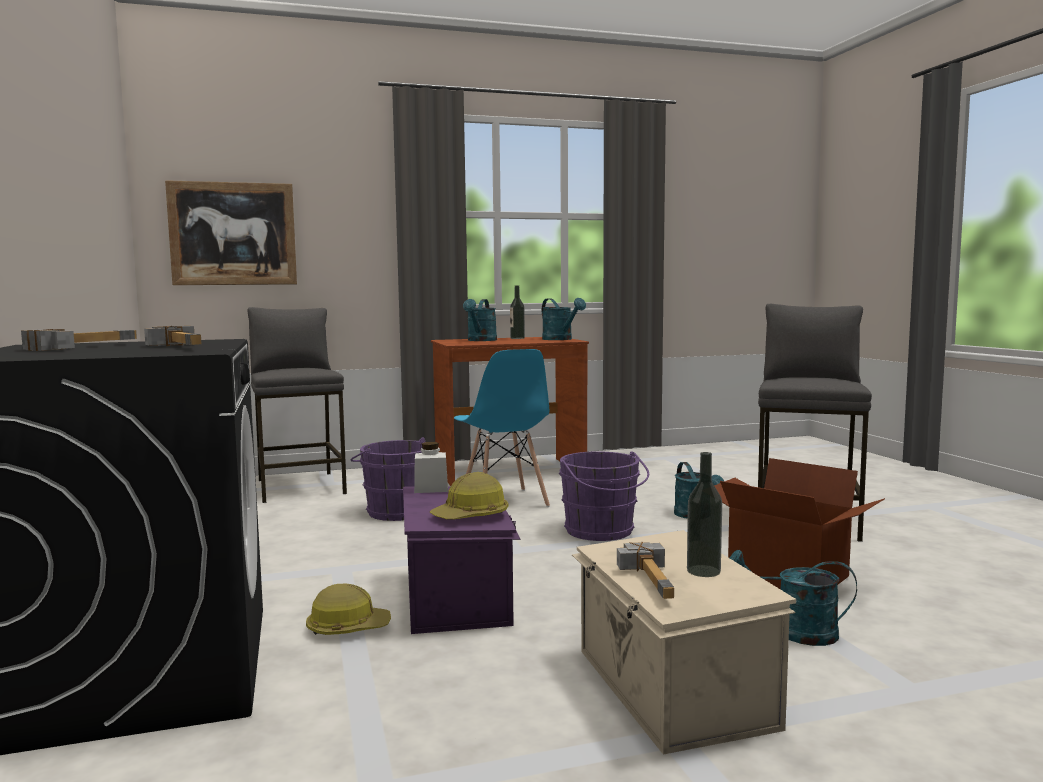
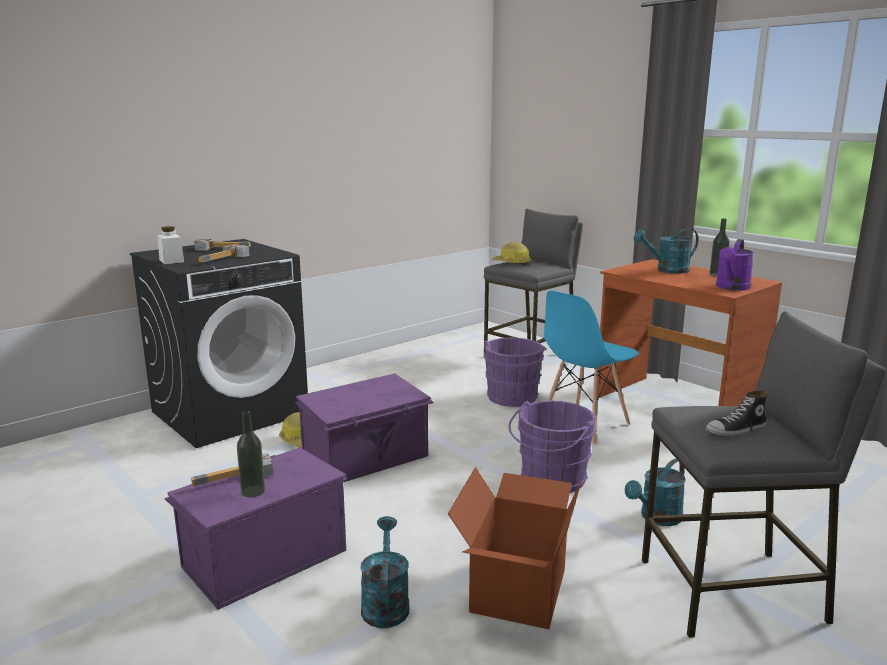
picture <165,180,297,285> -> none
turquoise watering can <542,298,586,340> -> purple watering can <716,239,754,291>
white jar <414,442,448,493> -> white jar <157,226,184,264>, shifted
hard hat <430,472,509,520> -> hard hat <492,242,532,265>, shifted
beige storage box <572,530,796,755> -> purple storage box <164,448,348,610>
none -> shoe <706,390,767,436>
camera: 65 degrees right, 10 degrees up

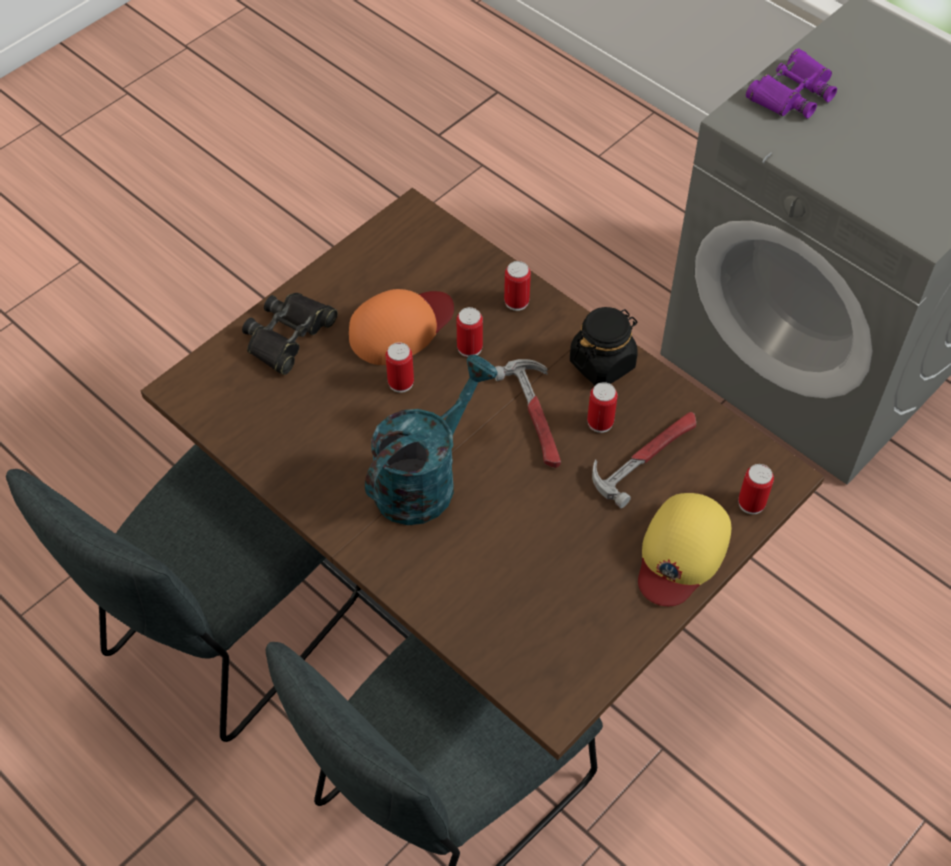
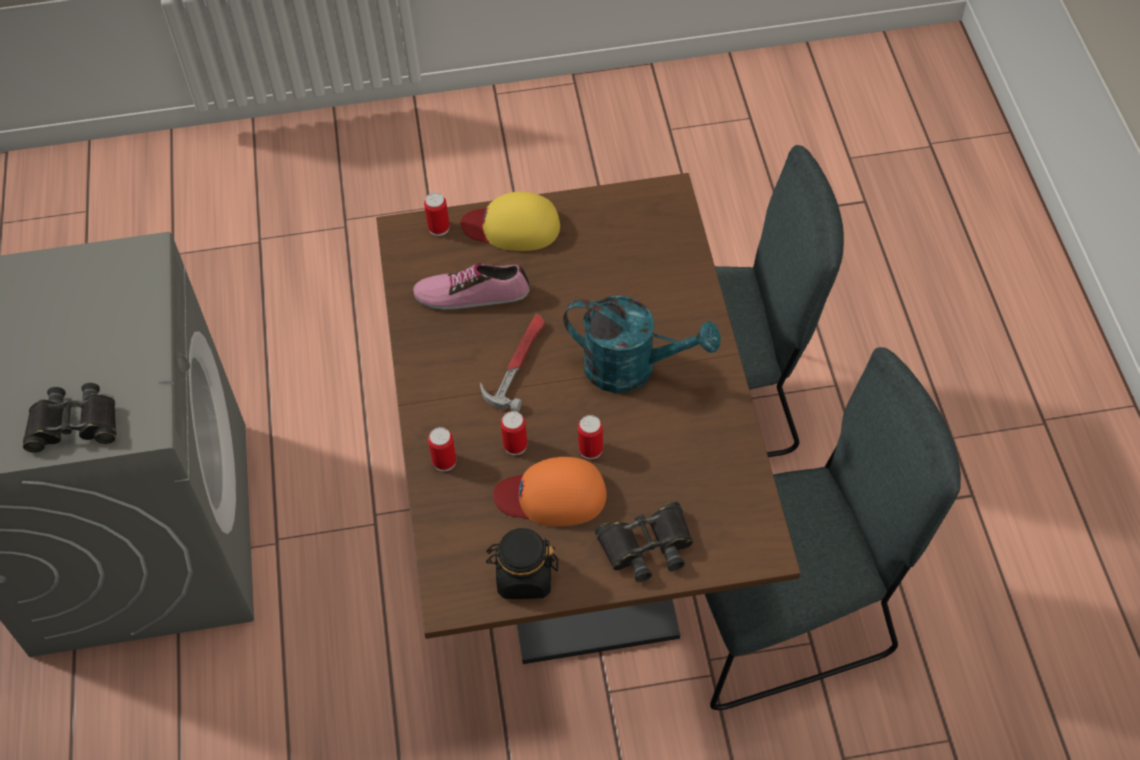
purple binoculars <746,48,837,119> -> black binoculars <23,383,116,453>
black jar <570,307,638,385> -> black jar <486,528,558,599>, shifted
turquoise watering can <365,355,498,525> -> turquoise watering can <563,296,720,393>, 150 degrees counterclockwise
can <587,382,618,433> -> none
hammer <592,412,696,508> -> shoe <413,263,529,310>
yellow cap <638,493,731,606> -> yellow cap <460,192,560,251>, 150 degrees counterclockwise
camera: 140 degrees left, 0 degrees up

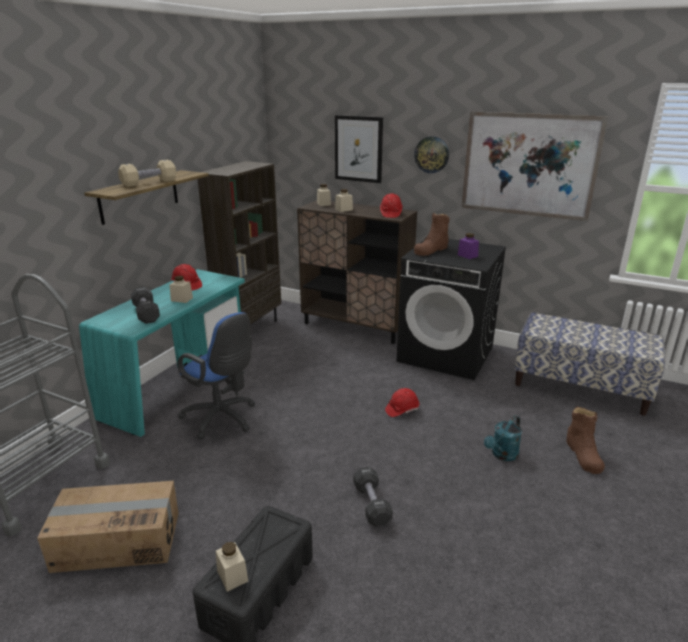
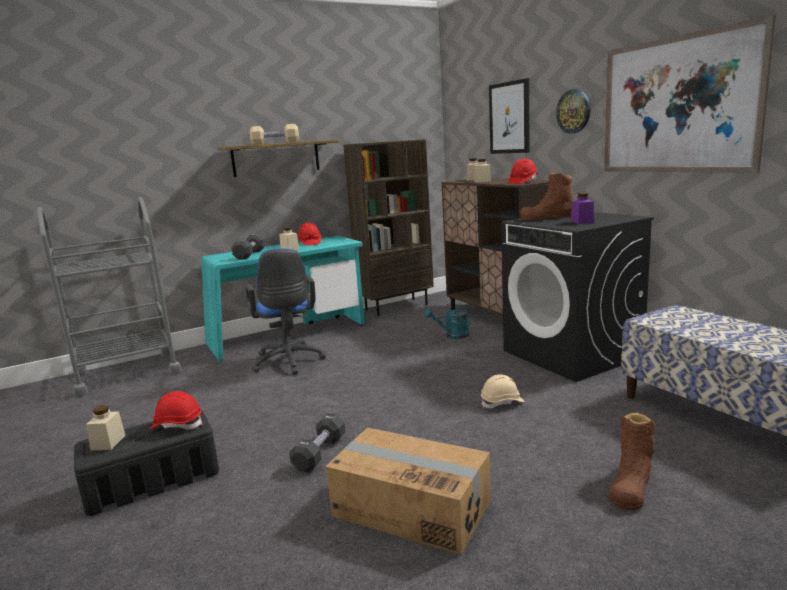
red hard hat <385,388,419,417> -> red hard hat <150,391,203,429>, shifted
turquoise watering can <484,415,522,461> -> turquoise watering can <425,304,474,339>, shifted
cardboard box <37,481,179,573> -> cardboard box <326,428,490,555>, shifted
none -> beige hard hat <481,375,524,408>
camera: 35 degrees right, 10 degrees down

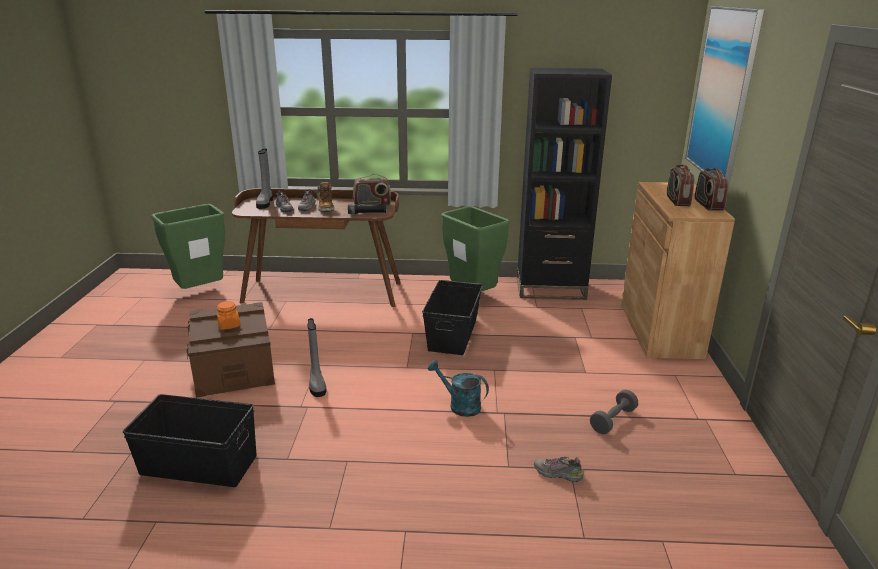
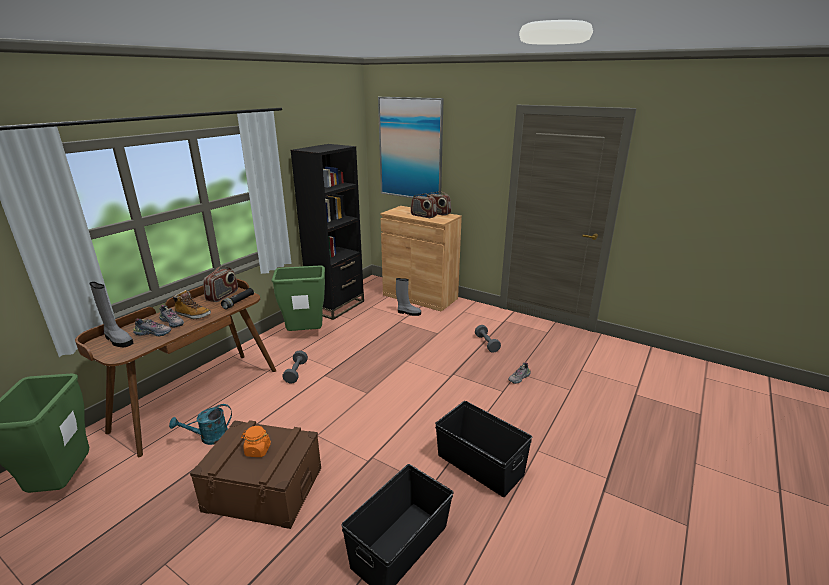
black storage box <422,280,483,355> -> black storage box <435,401,532,497>, shifted
grey boot <307,318,326,397> -> grey boot <396,278,421,316>, shifted
turquoise watering can <428,360,489,417> -> turquoise watering can <169,404,232,445>, shifted
none -> grey dumbbell <282,350,308,384>
camera: 60 degrees left, 0 degrees up

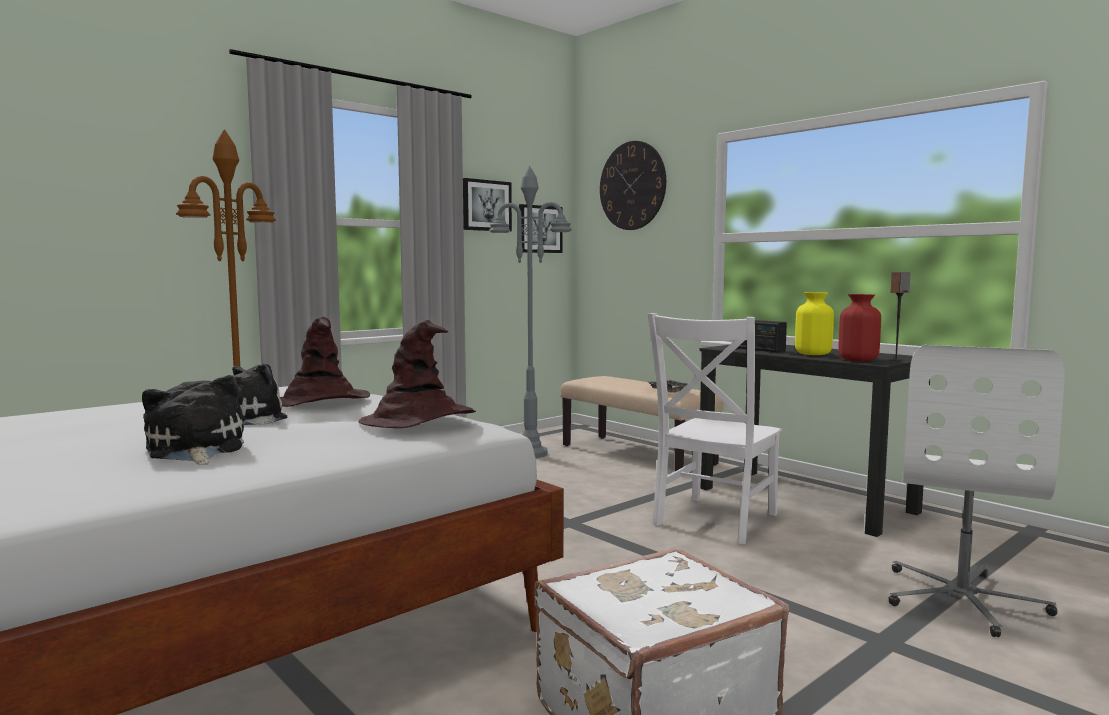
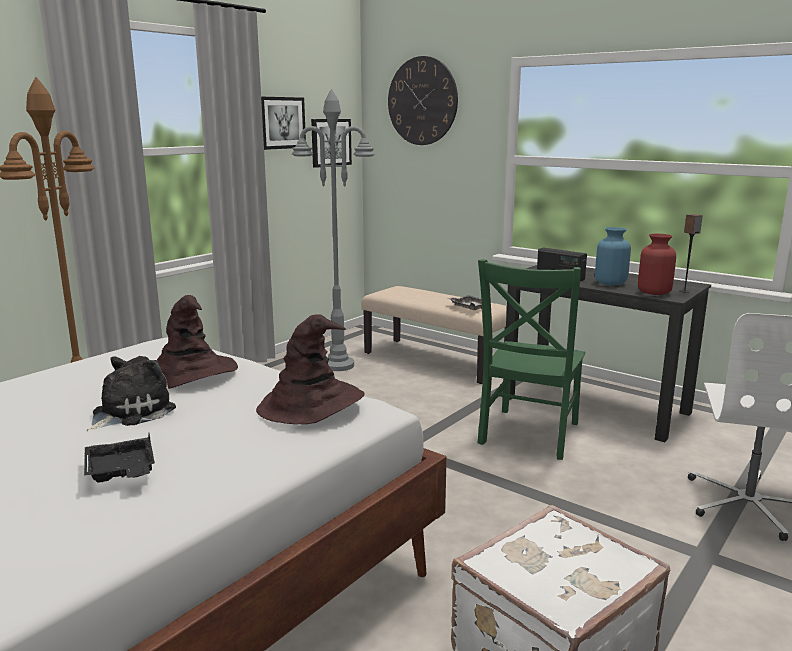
yellow vase <795,292,834,355> -> blue vase <595,227,631,285>
white chair <647,313,782,544> -> green chair <478,259,585,460>
plush toy <142,375,244,465> -> black tray <84,433,155,483>
camera: 10 degrees left, 10 degrees up

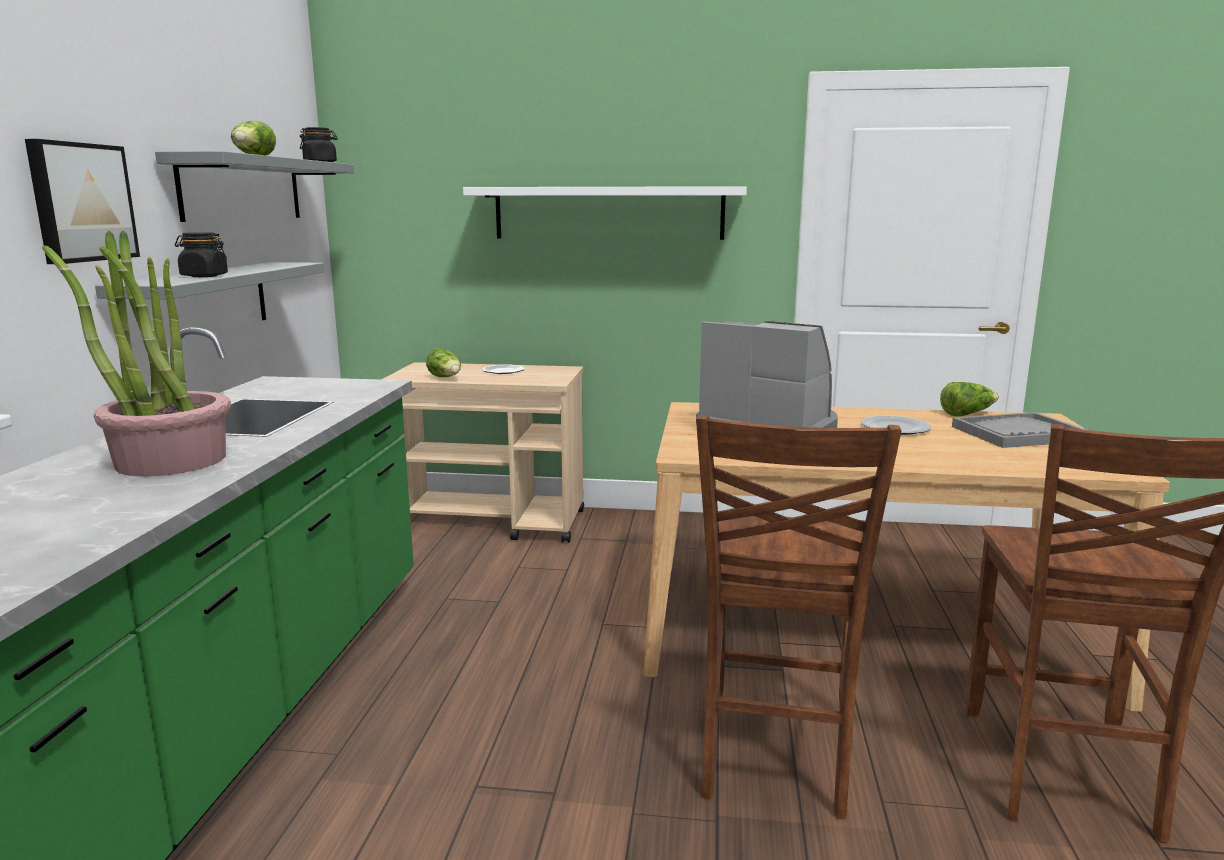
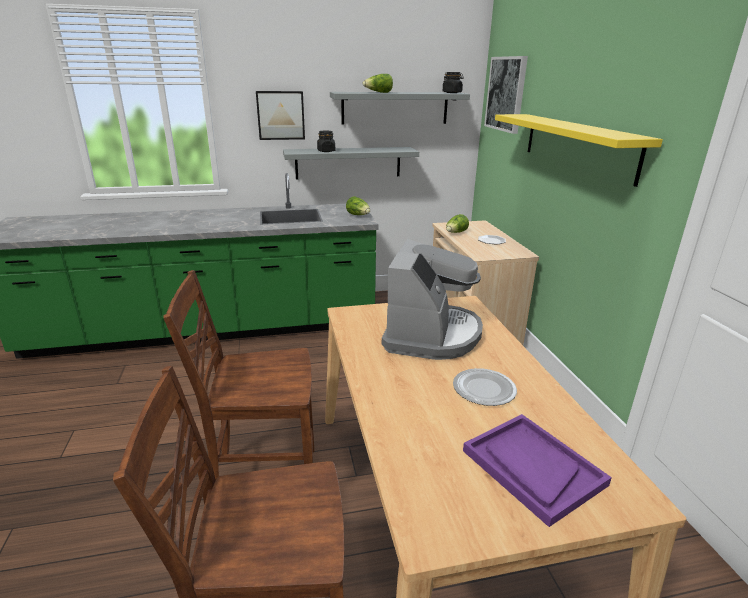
white shelf <463,186,747,240> -> yellow shelf <495,114,663,187>
potted plant <42,230,231,477> -> none
lettuce <940,382,999,416> -> lettuce <346,196,370,215>, shifted
grey tray <952,412,1087,448> -> purple tray <463,414,612,527>
none -> picture <484,56,528,134>
camera: 70 degrees right, 10 degrees up

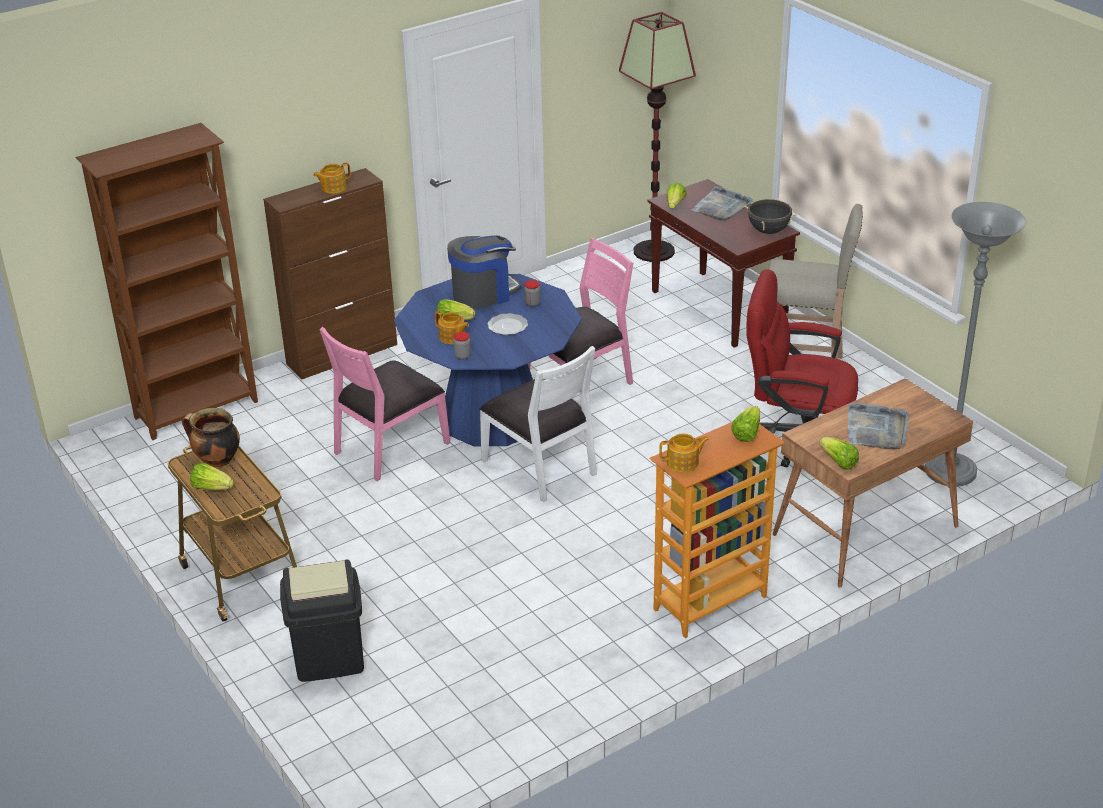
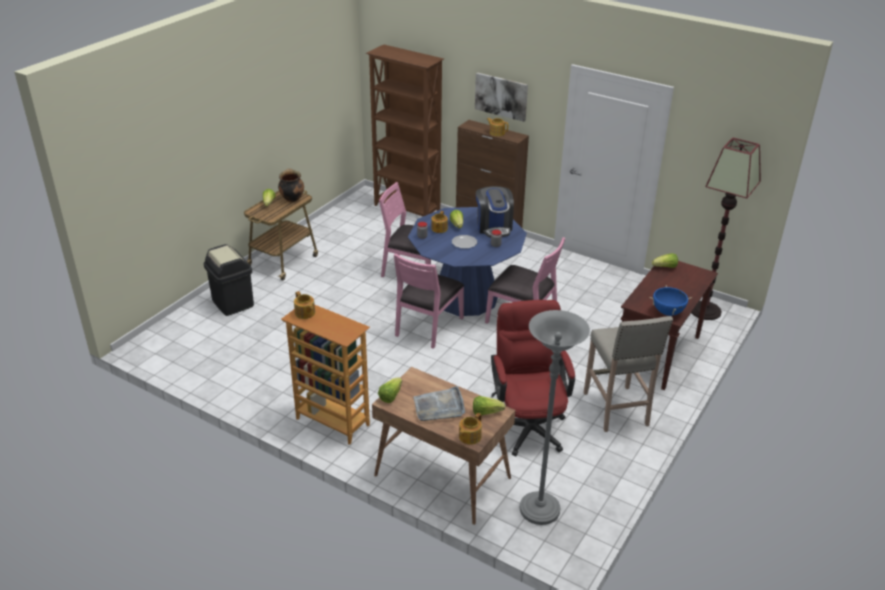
grey tray <692,186,753,221> -> none
black cooking pot <744,198,797,234> -> blue cooking pot <649,286,692,316>
coffee machine <447,235,521,309> -> coffee machine <476,186,514,238>, 45 degrees clockwise
white chair <480,346,597,502> -> pink chair <394,253,464,349>
lettuce <731,406,760,442> -> lettuce <473,396,505,415>, shifted
none -> picture <475,72,528,122>
none -> teapot <459,413,482,445>
camera: 65 degrees right, 0 degrees up

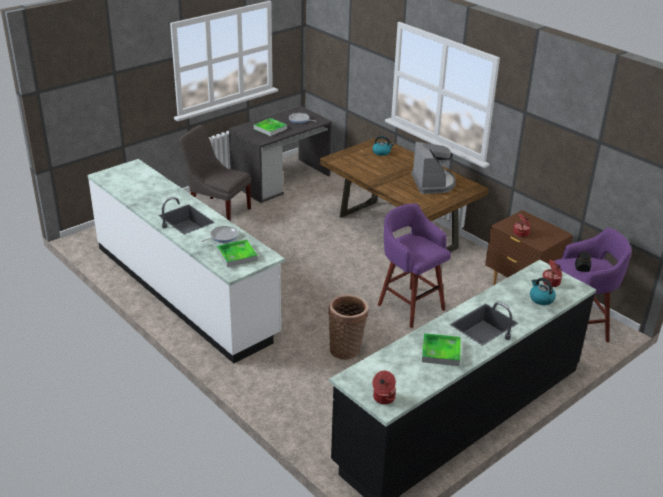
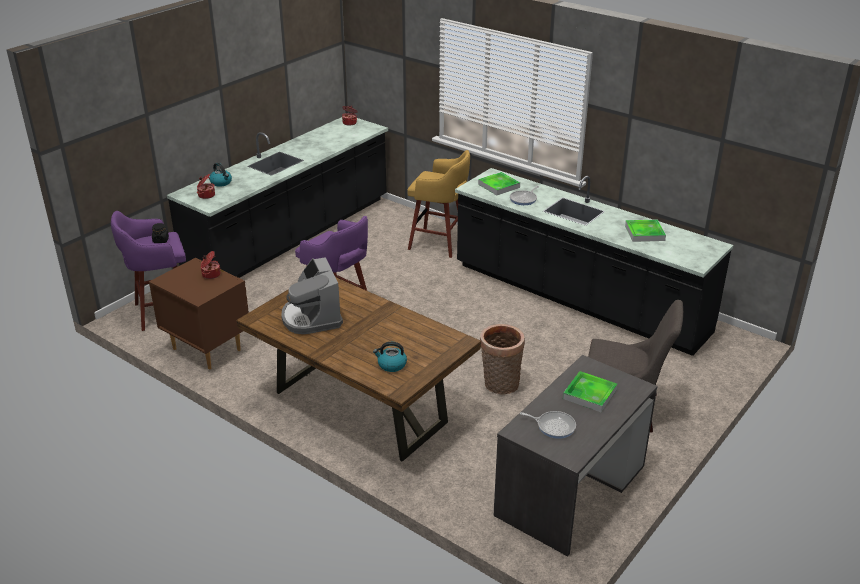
white counter <87,159,285,363> -> black counter <455,168,733,356>
basket <328,295,369,360> -> basket <480,324,525,395>, shifted
tray <422,333,461,366> -> tray <625,220,666,242>, shifted
none -> yellow stool <407,150,470,258>
camera: 170 degrees right, 0 degrees up

